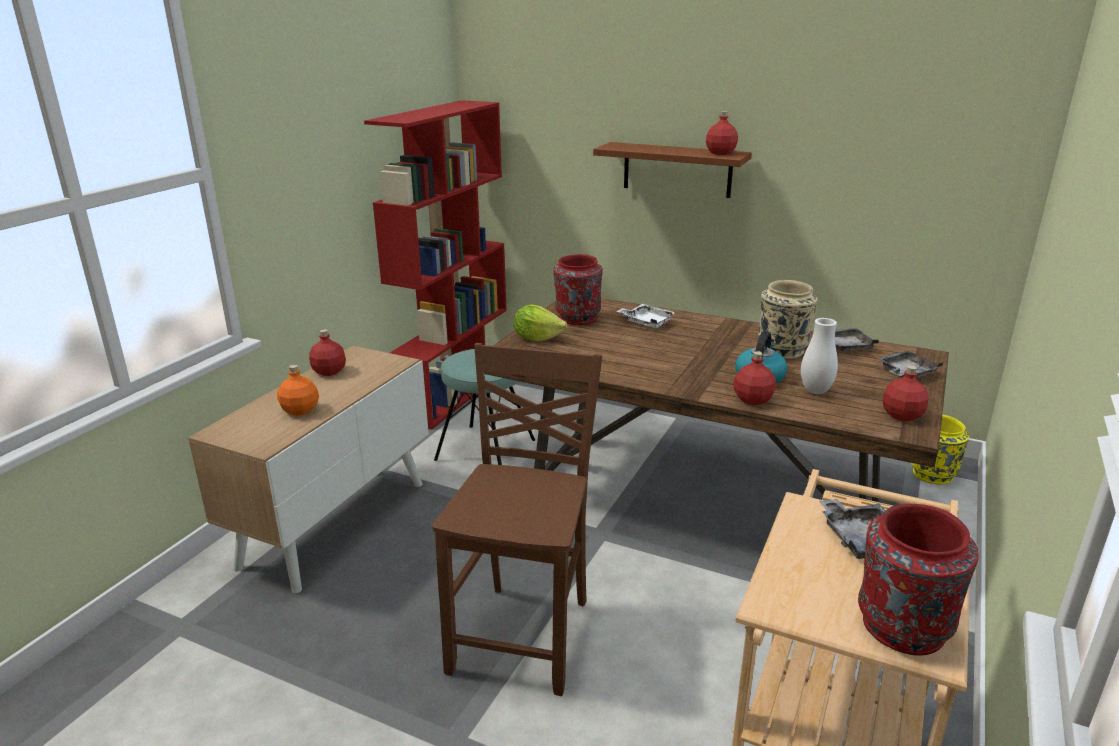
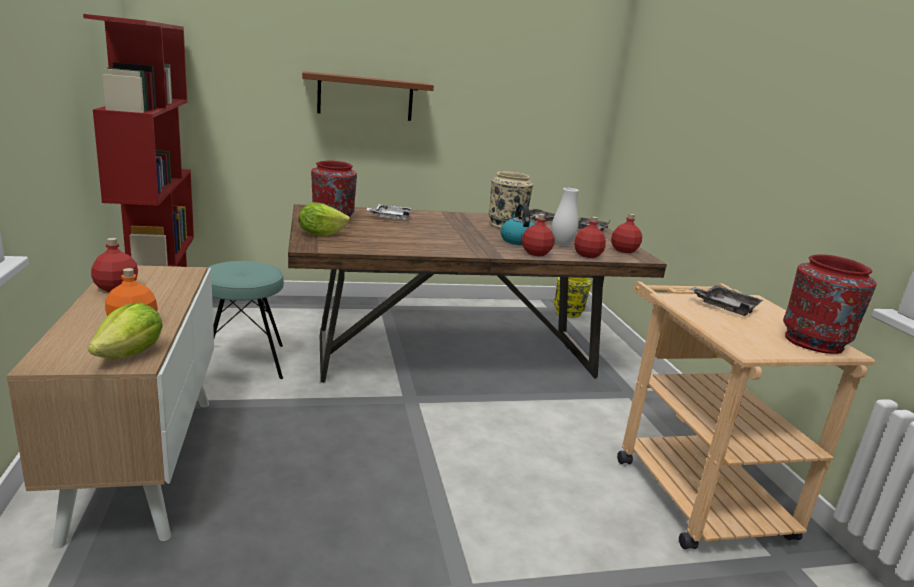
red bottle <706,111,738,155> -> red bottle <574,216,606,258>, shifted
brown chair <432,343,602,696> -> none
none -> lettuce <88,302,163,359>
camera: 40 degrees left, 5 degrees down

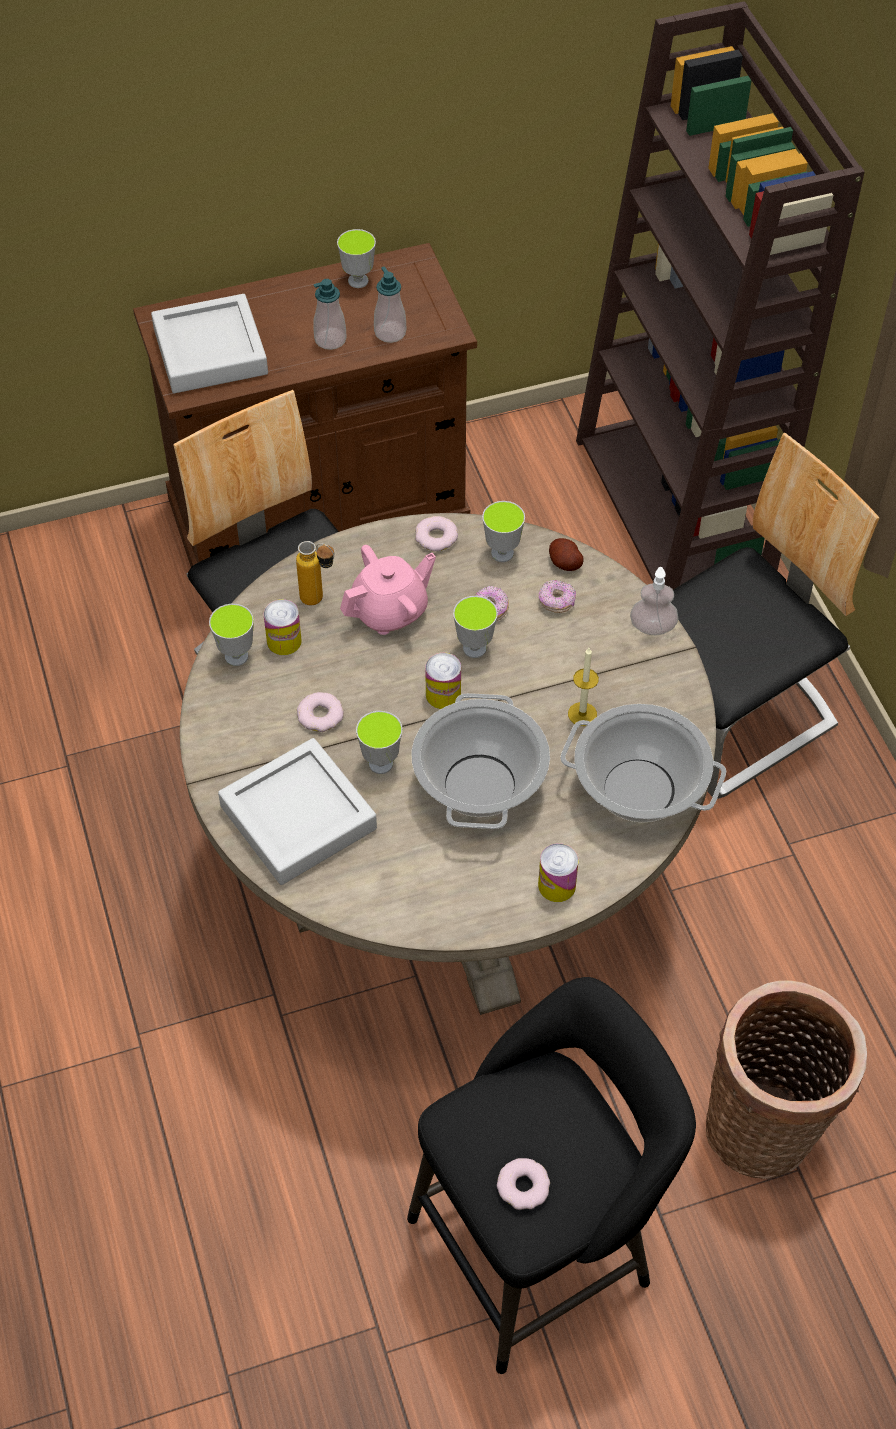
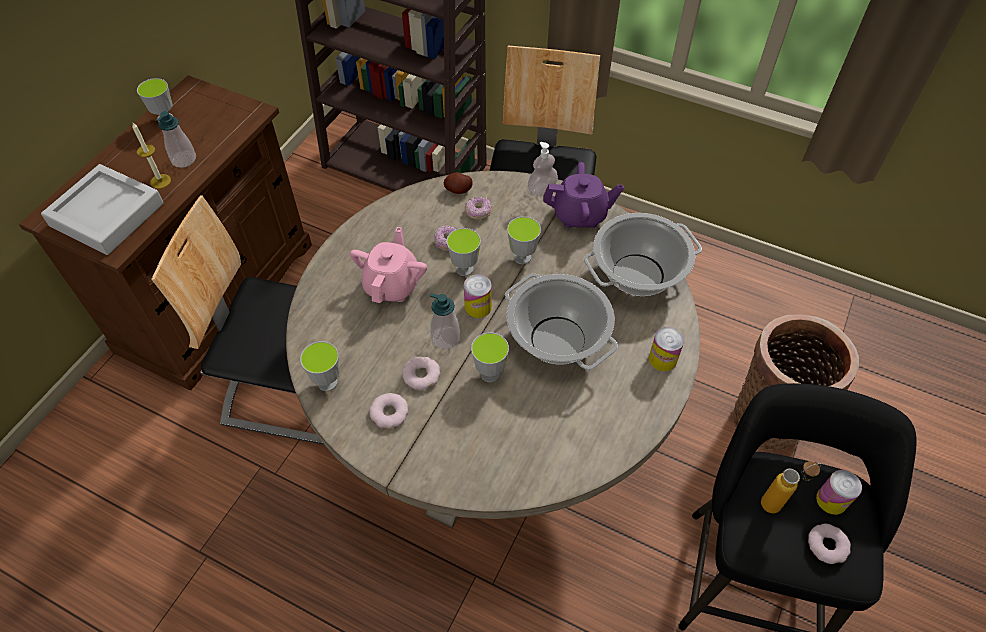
soap dispenser <374,266,406,343> -> soap dispenser <430,293,460,349>, shifted
cup <482,501,525,562> -> cup <507,216,541,264>, shifted
donut <415,516,458,551> -> donut <369,393,408,429>, shifted
bottle <296,541,334,605> -> bottle <761,461,821,513>, shifted
can <264,599,301,655> -> can <816,470,862,515>, shifted
candle <568,648,599,726> -> candle <132,123,171,189>, shifted
grey tray <218,738,377,885> -> none
none -> purple teapot <543,162,624,228>
camera: 45 degrees left, 0 degrees up

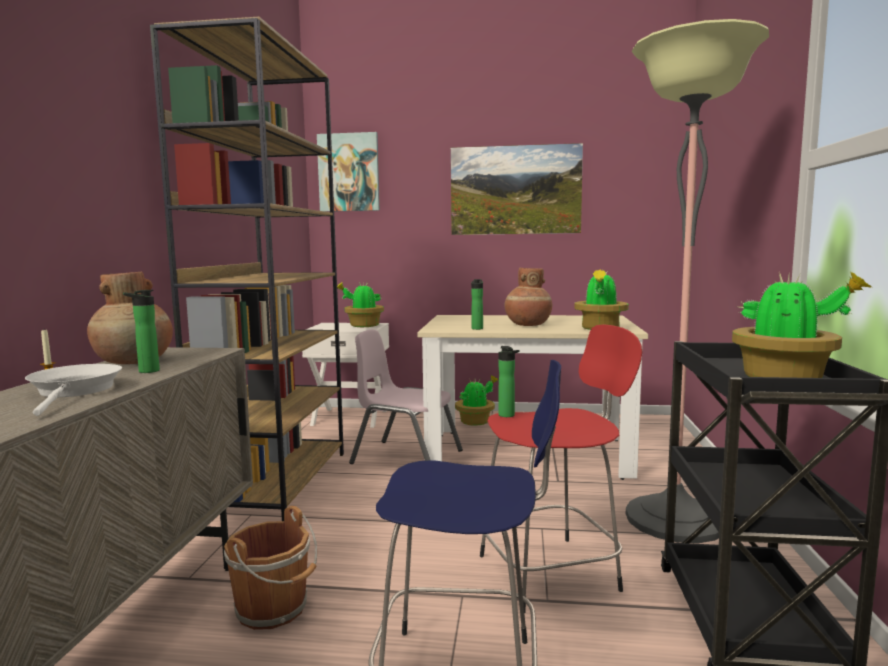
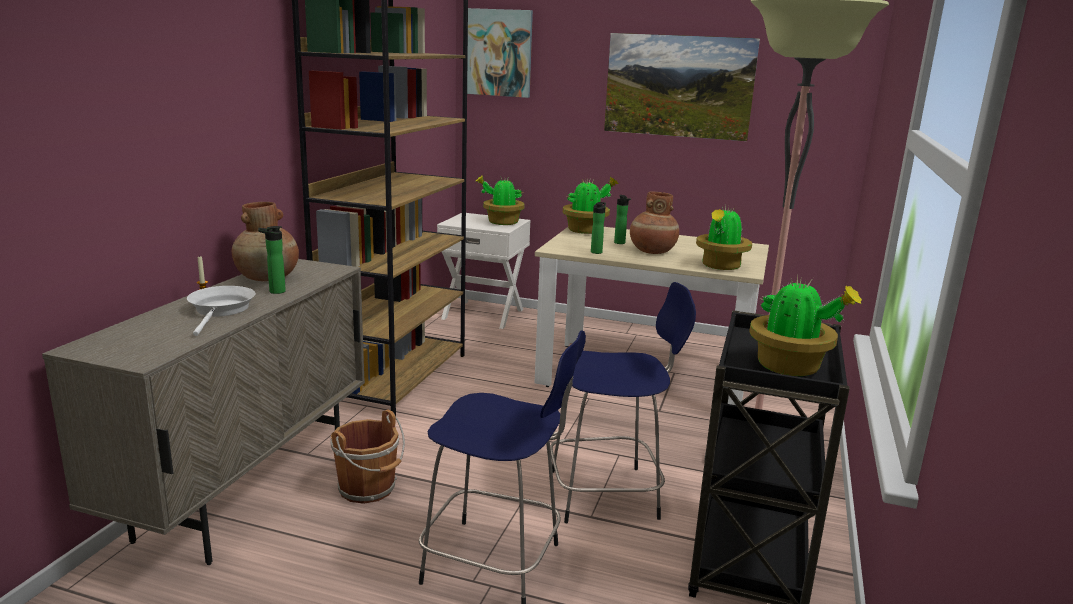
red stool <480,324,642,613> -> blue stool <550,282,696,523>
pink chair <349,329,463,464> -> none
bottle <498,346,520,417> -> bottle <614,195,631,244>, shifted
potted plant <455,375,498,426> -> potted plant <563,177,619,234>, shifted
camera: 10 degrees right, 10 degrees up

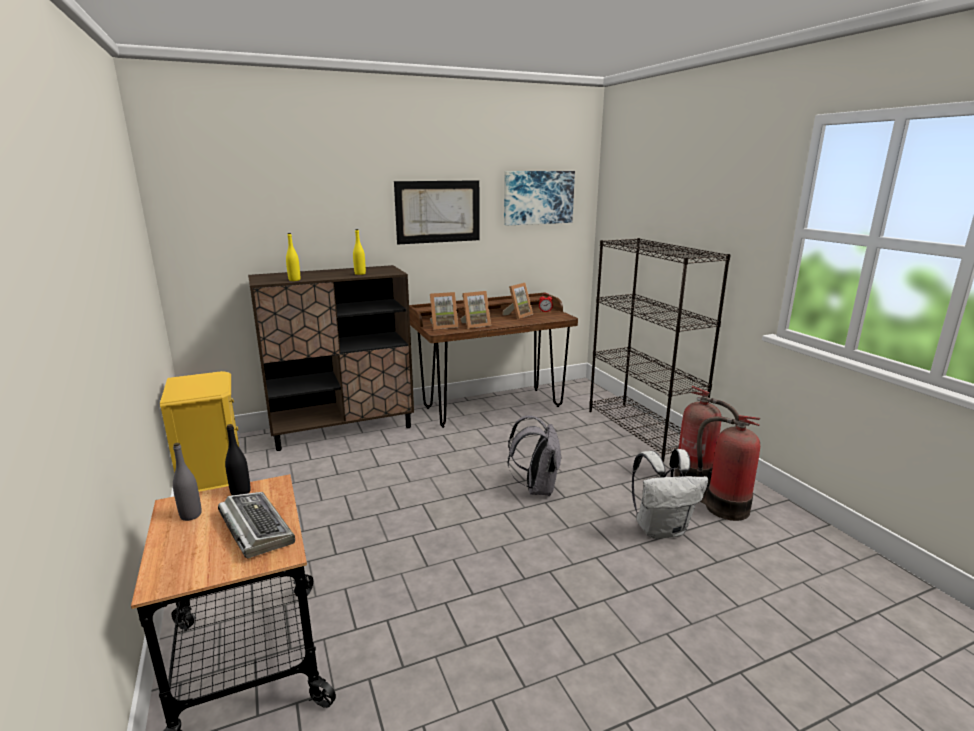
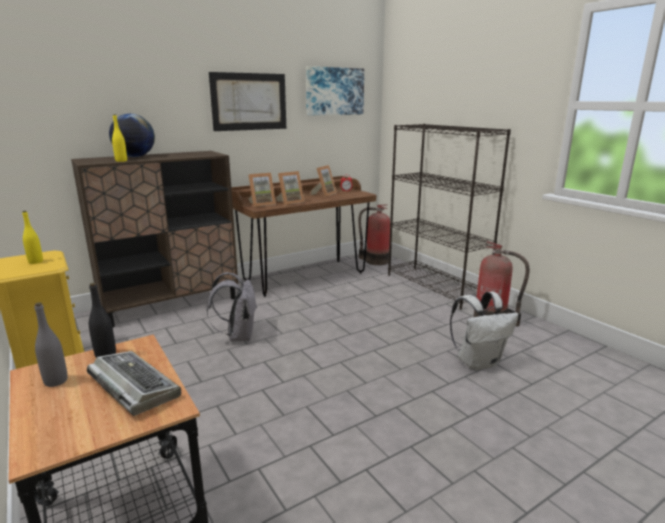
yellow bottle <353,229,366,275> -> yellow bottle <22,211,43,264>, shifted
grey backpack <508,415,562,496> -> grey backpack <207,272,257,341>, shifted
fire extinguisher <696,415,760,521> -> fire extinguisher <358,204,390,265>, shifted
none -> globe <109,114,155,157>
camera: 10 degrees left, 0 degrees up

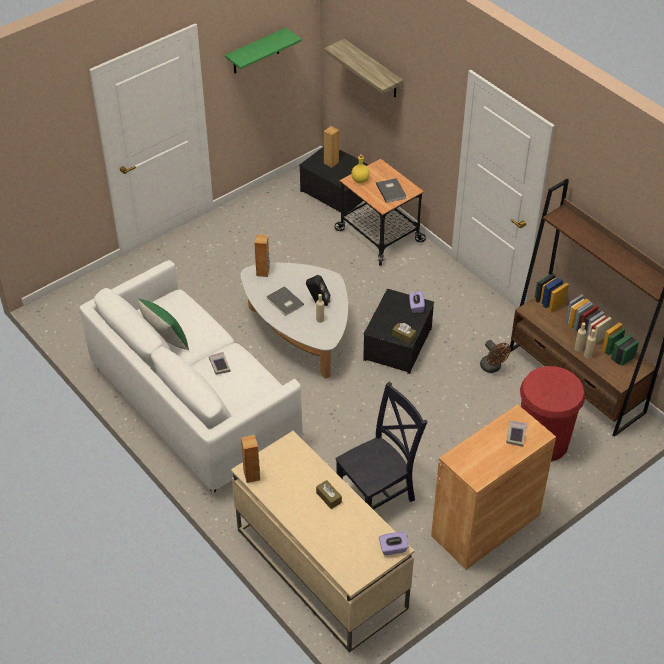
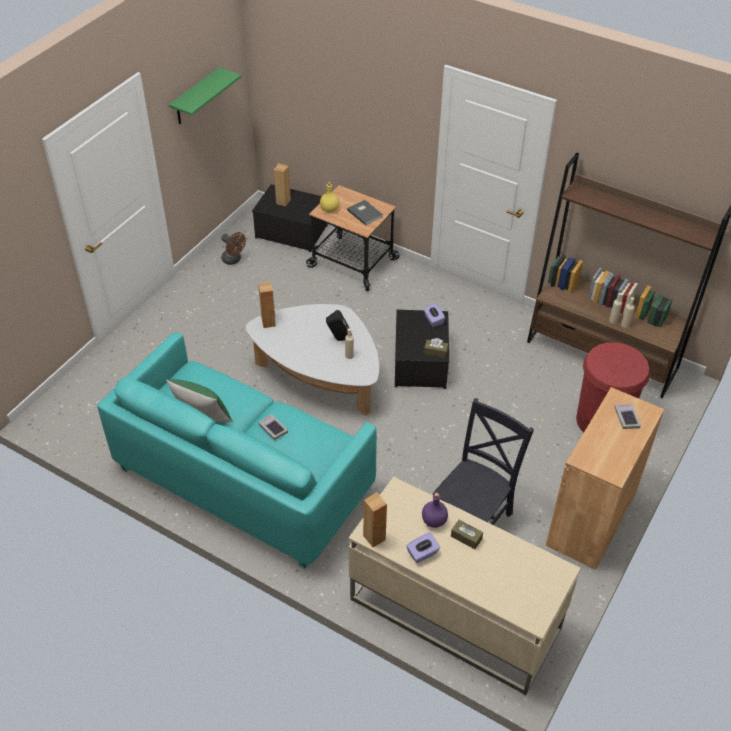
shelf <324,39,403,97> -> none
white sofa <80,260,303,494> -> turquoise sofa <97,332,377,569>
grey book <266,286,304,316> -> none
brown fan <480,340,511,373> -> brown fan <221,232,246,265>, shifted
purple tissue box <379,532,409,555> -> purple tissue box <406,533,440,563>, shifted
none -> purple bottle <422,493,448,528>
camera: 20 degrees left, 0 degrees up

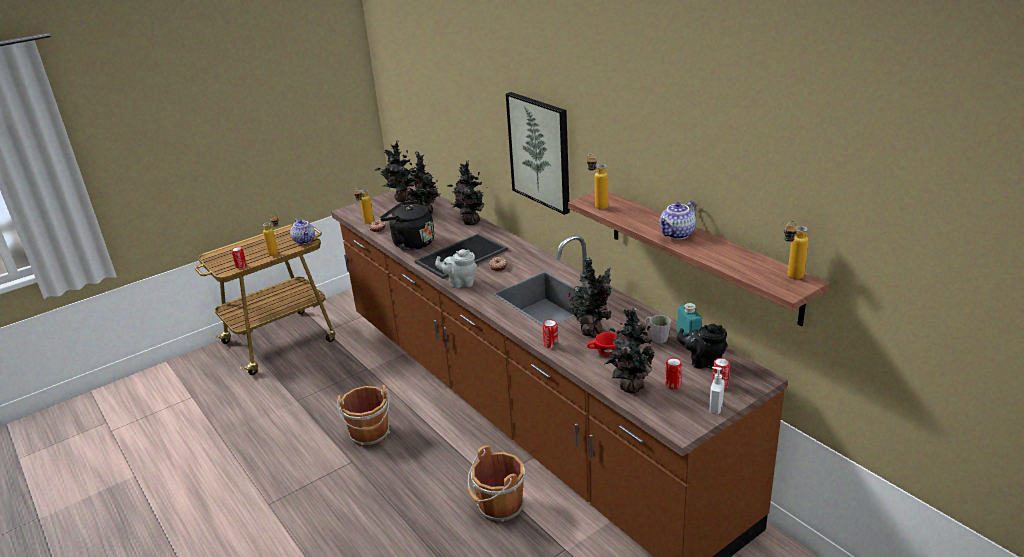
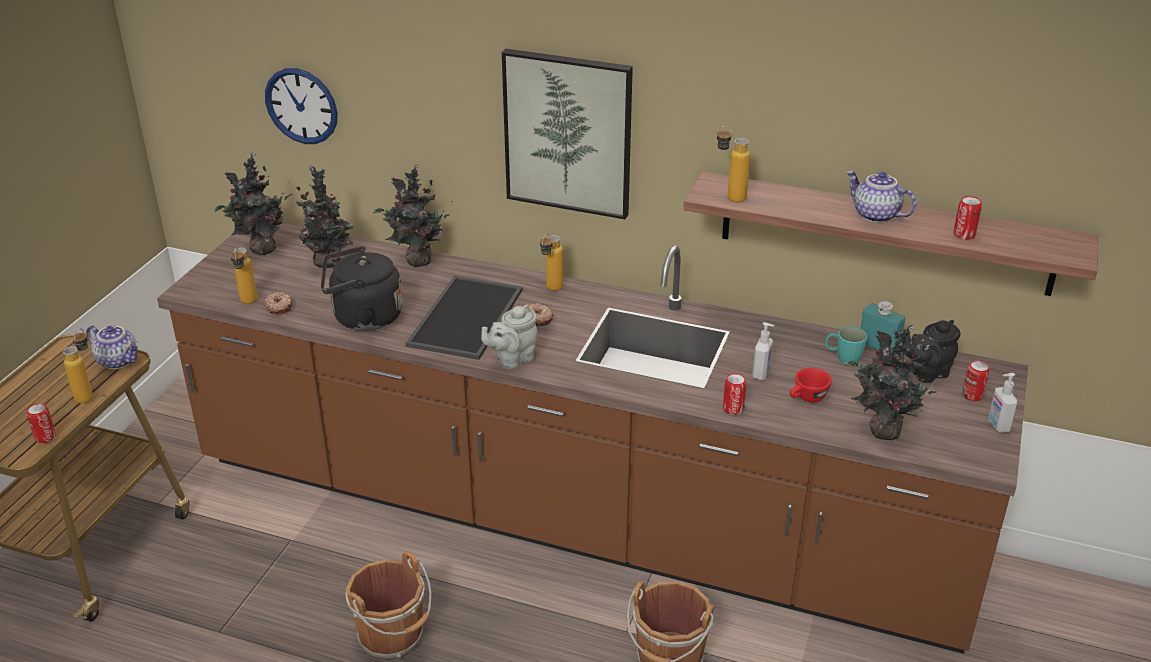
teapot <659,201,696,239> -> teapot <846,171,916,223>, 120 degrees clockwise
bottle <784,221,809,279> -> bottle <540,233,563,291>, shifted
potted plant <567,258,611,338> -> soap dispenser <752,322,775,380>
grey mug <645,315,671,343> -> turquoise mug <825,326,868,364>
can <665,358,682,389> -> can <954,196,982,240>, shifted
none -> wall clock <265,68,338,144>
camera: 35 degrees left, 5 degrees up

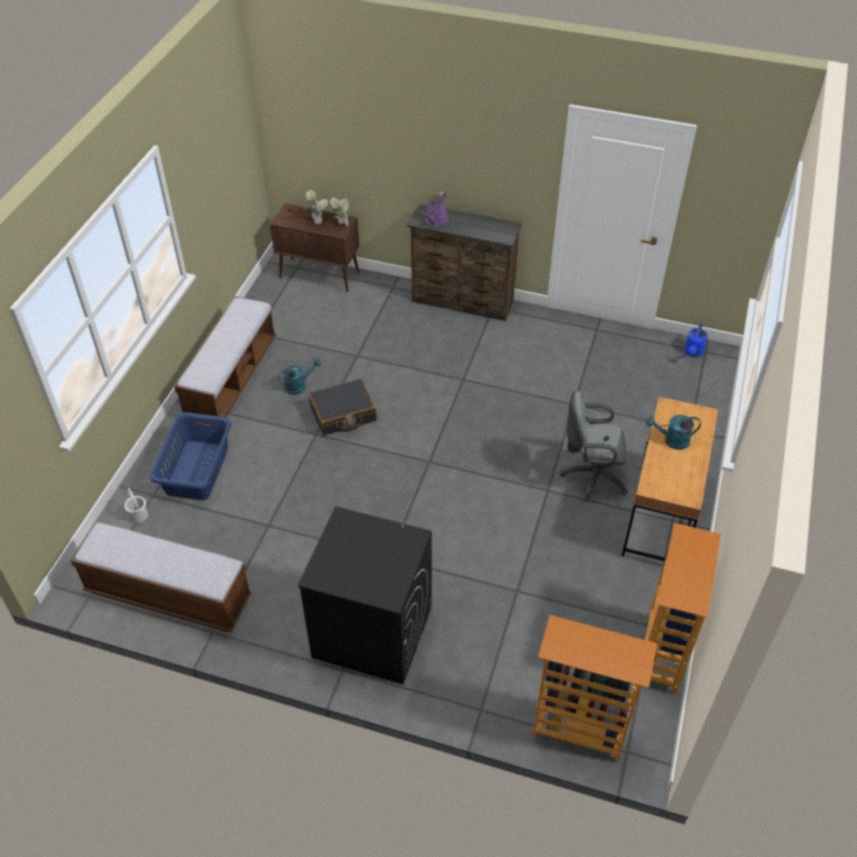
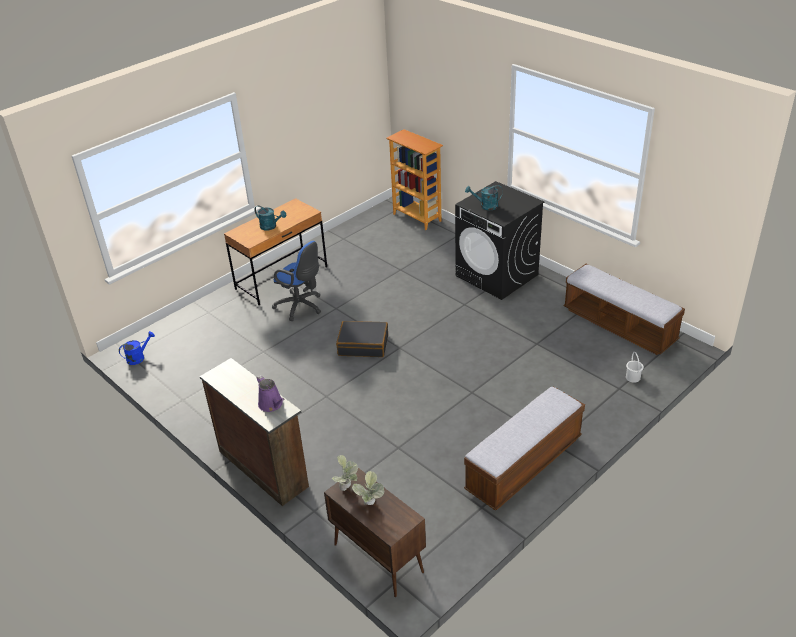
purple watering can <421,192,448,226> -> purple watering can <257,375,285,412>, 90 degrees clockwise
turquoise watering can <278,358,321,395> -> turquoise watering can <465,185,503,210>, shifted
black suitcase <308,379,377,435> -> black suitcase <336,321,388,357>, shifted
grey office chair <560,391,628,502> -> blue office chair <272,241,321,321>
blue laundry basket <150,412,232,500> -> none
bookcase <645,523,721,694> -> none
camera: 150 degrees left, 10 degrees down

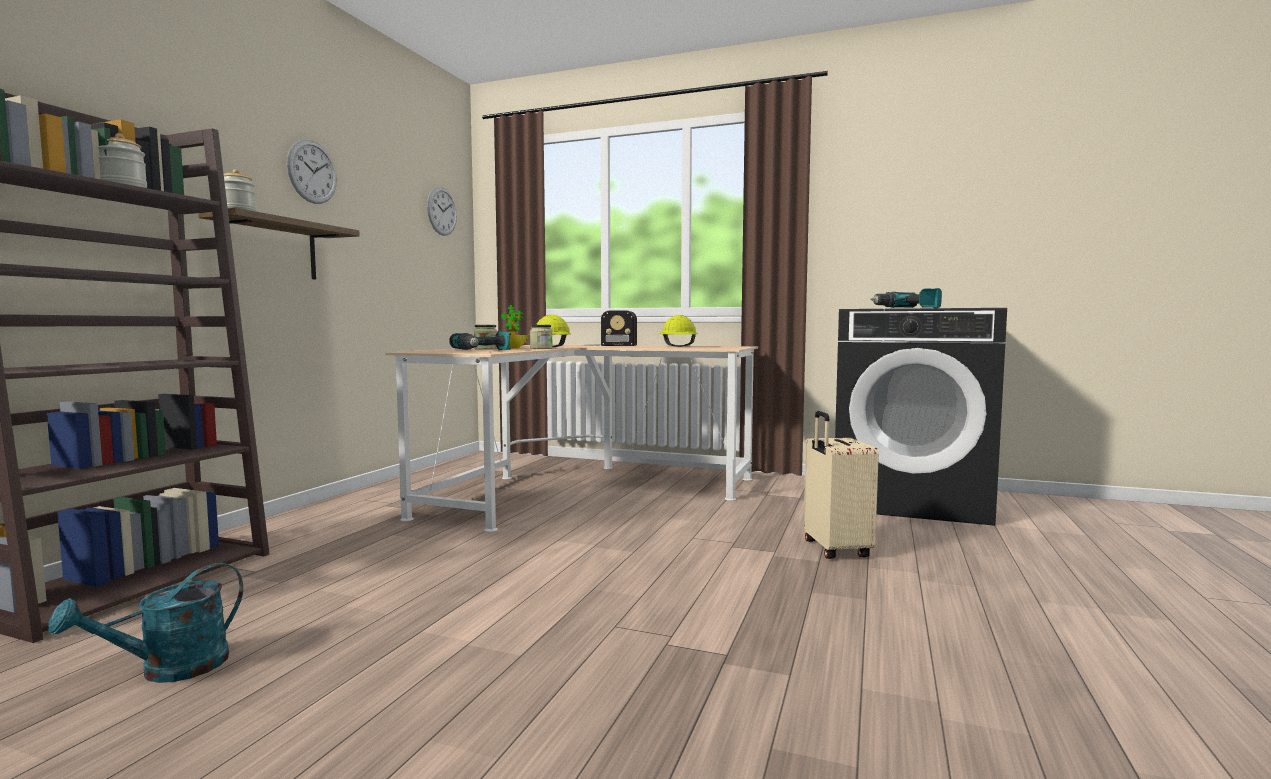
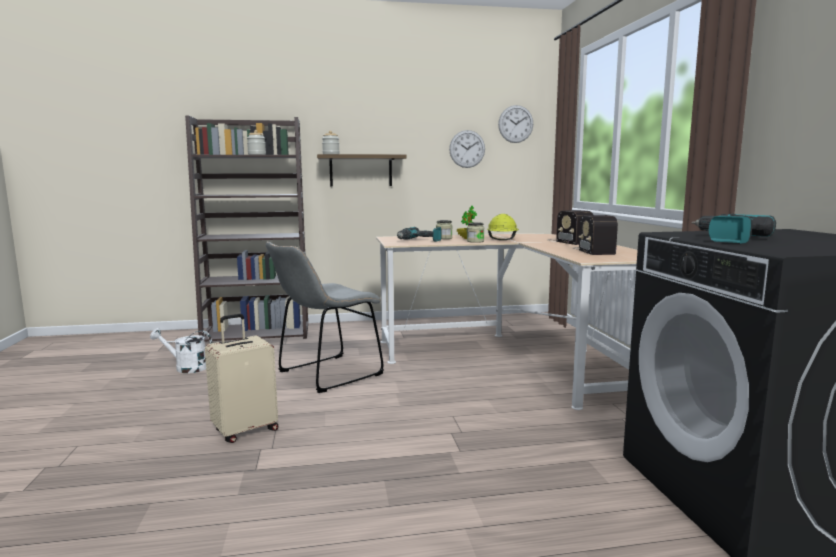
wall clock <287,139,337,204> -> wall clock <449,130,485,168>, shifted
yellow hard hat <659,315,697,347> -> radio <573,215,618,255>
beige suitcase <804,411,879,559> -> beige suitcase <205,314,278,443>, shifted
turquoise watering can <48,563,243,683> -> white watering can <150,328,212,373>
none -> grey chair <266,242,384,393>
camera: 60 degrees right, 5 degrees up

